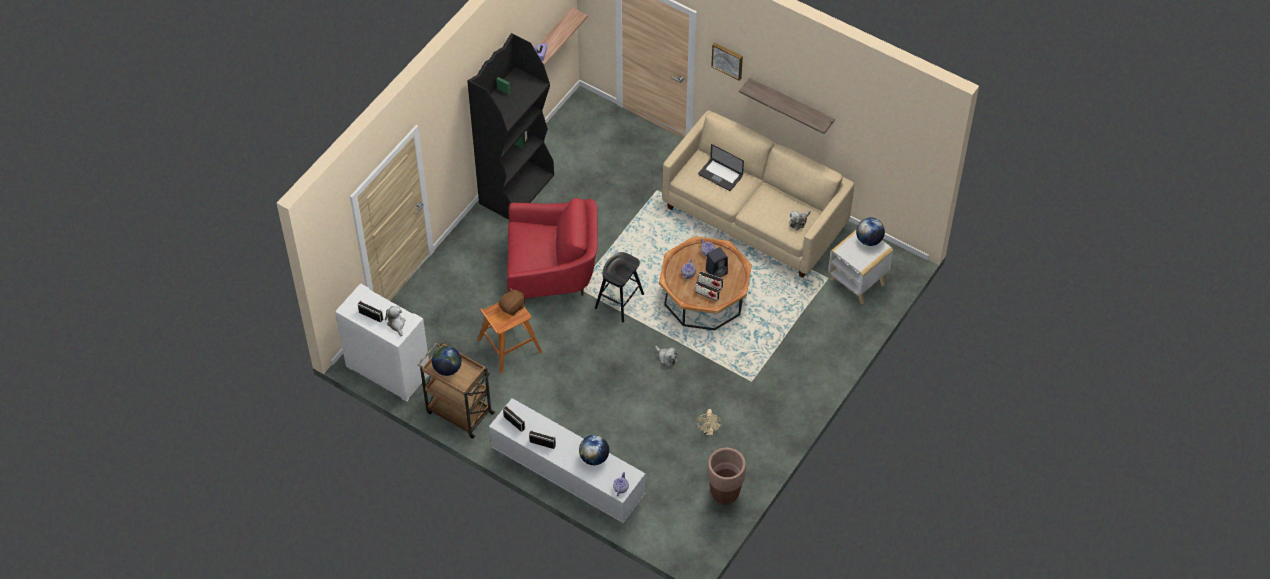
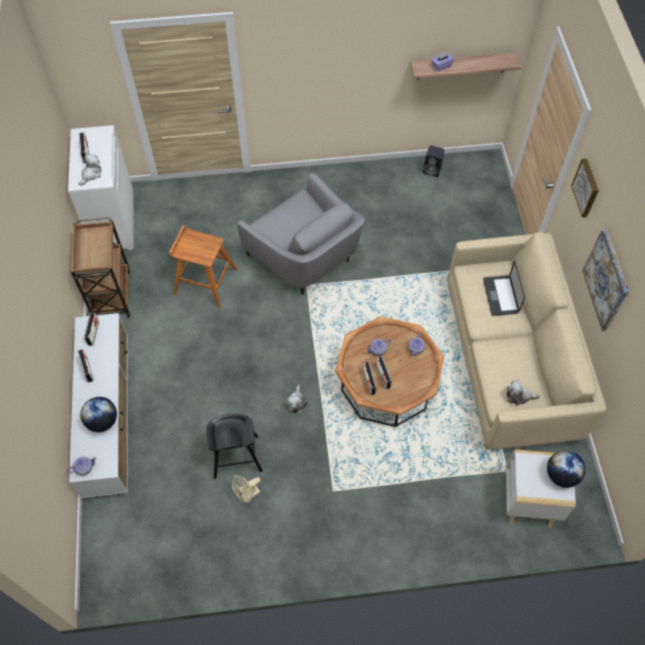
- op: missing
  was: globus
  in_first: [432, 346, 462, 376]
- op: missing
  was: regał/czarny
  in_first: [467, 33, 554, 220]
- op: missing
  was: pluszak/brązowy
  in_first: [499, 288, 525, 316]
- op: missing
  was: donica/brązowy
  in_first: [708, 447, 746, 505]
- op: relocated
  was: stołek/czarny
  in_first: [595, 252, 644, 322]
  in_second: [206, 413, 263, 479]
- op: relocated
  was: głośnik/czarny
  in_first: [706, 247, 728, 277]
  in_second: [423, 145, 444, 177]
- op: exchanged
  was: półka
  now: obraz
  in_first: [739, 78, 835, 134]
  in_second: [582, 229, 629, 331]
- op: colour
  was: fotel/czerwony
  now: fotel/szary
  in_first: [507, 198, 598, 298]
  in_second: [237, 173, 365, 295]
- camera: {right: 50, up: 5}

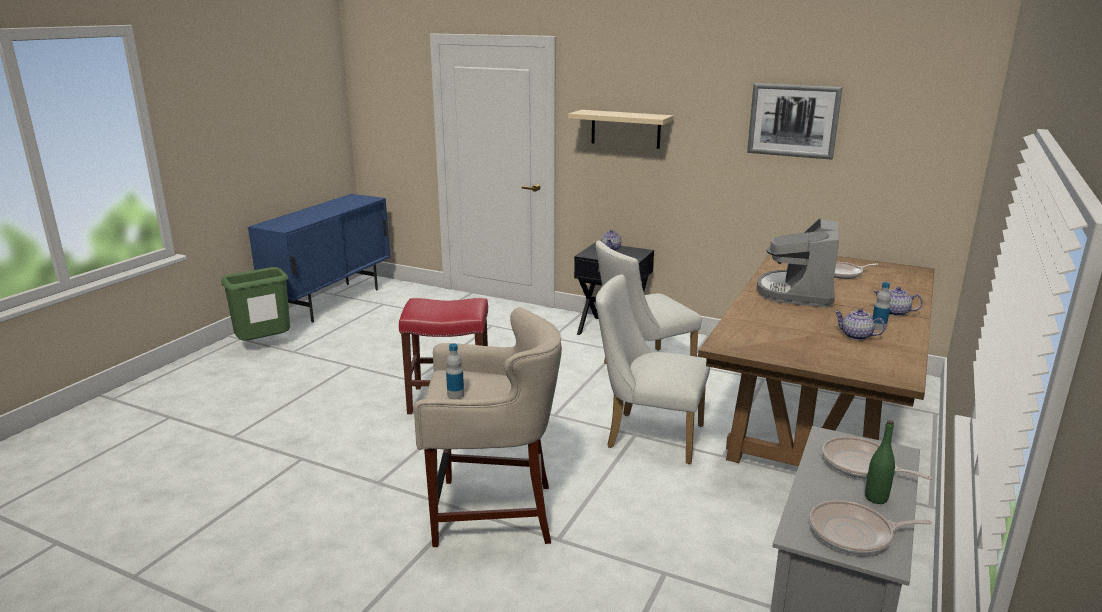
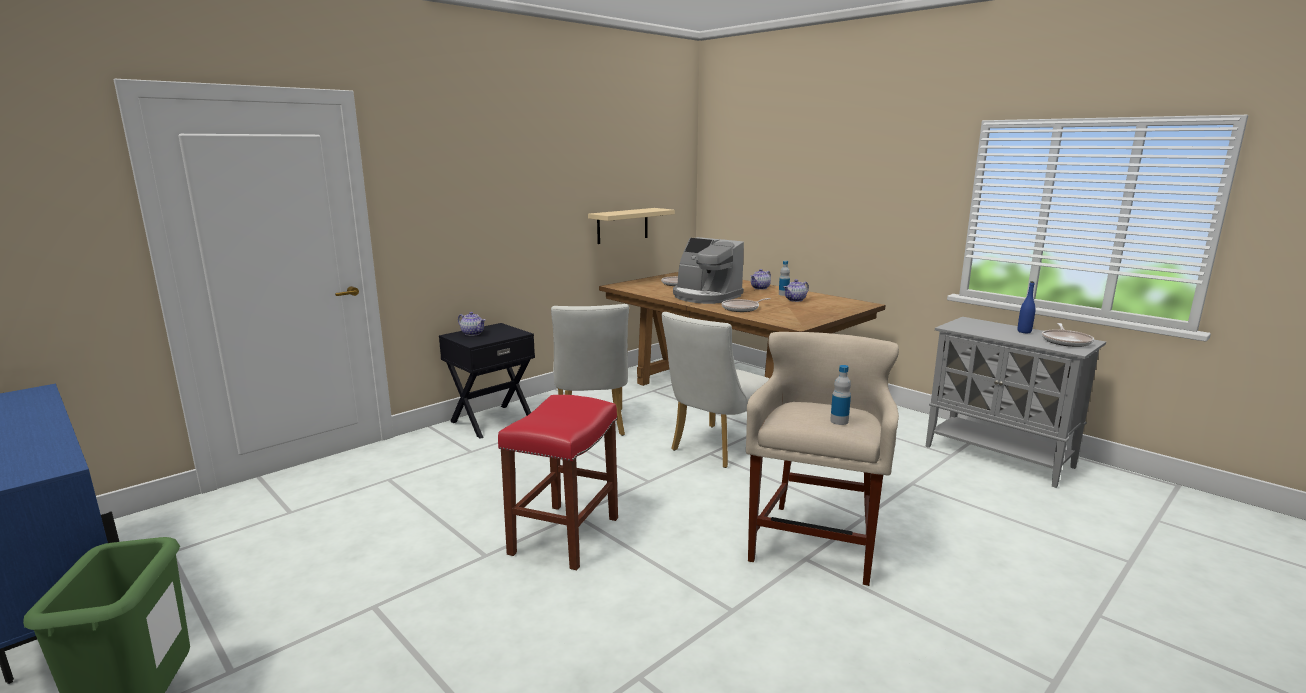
- op: missing
  was: obraz
  in_first: [747, 83, 843, 160]
- op: relocated
  was: półka/beżowy
  in_first: [568, 110, 674, 149]
  in_second: [588, 208, 675, 244]
- op: relocated
  was: patelnia
  in_first: [822, 436, 932, 480]
  in_second: [722, 298, 771, 312]
- op: colour
  was: butelka/zielony
  now: butelka/niebieski
  in_first: [865, 420, 895, 504]
  in_second: [1018, 281, 1036, 333]
- camera: {right: -70, up: -5}

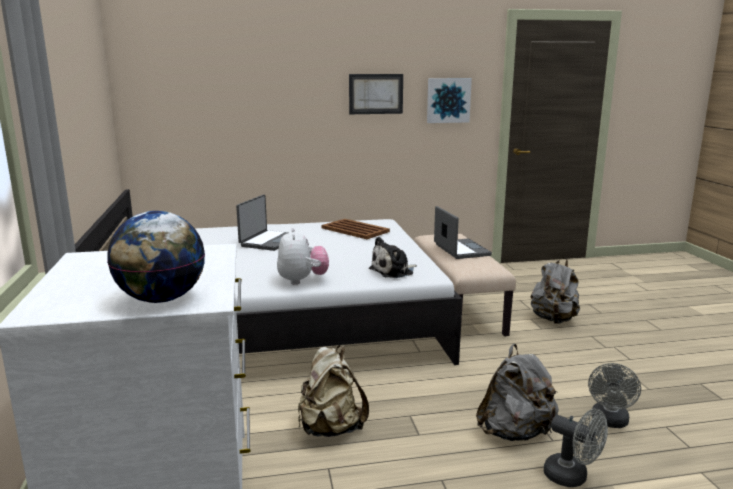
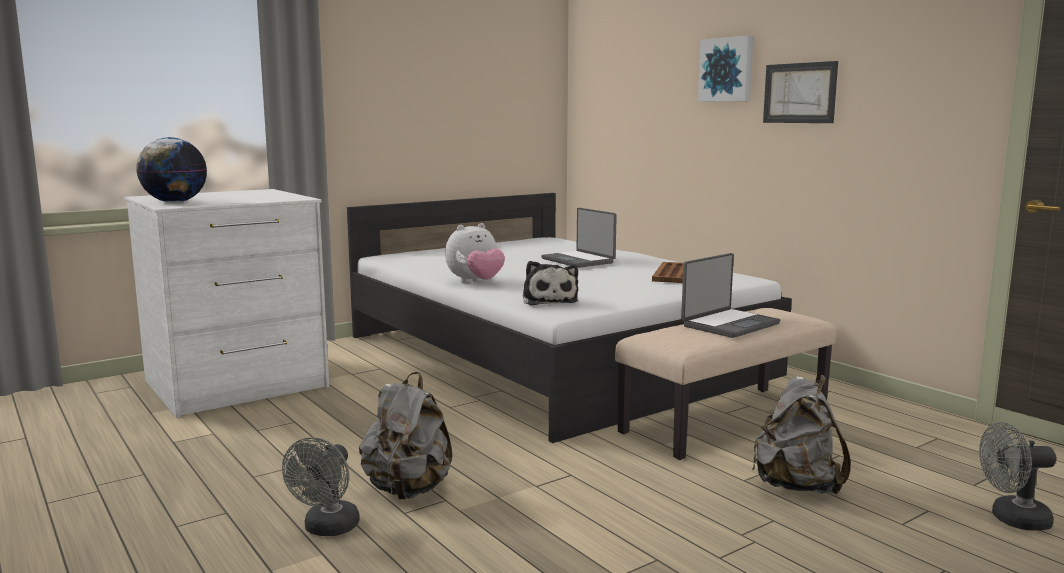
- op: missing
  was: plecak/beżowy
  in_first: [298, 345, 369, 437]
- op: relocated
  was: obraz
  in_first: [427, 78, 472, 123]
  in_second: [698, 35, 754, 102]
- op: relocated
  was: wentylator/szary
  in_first: [588, 363, 641, 428]
  in_second: [979, 422, 1056, 531]
- op: spun
  was: laptop
  in_first: [236, 195, 288, 251]
  in_second: [541, 208, 617, 268]
  clockwise: 60
- op: spun
  was: pluszak
  in_first: [369, 237, 417, 278]
  in_second: [523, 261, 578, 305]
  clockwise: -135
- camera: {right: 65, up: -5}

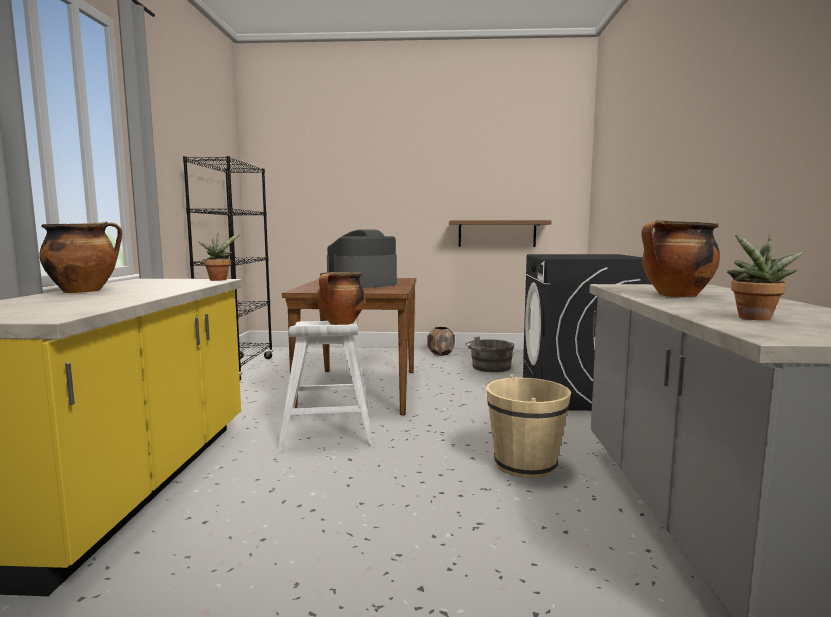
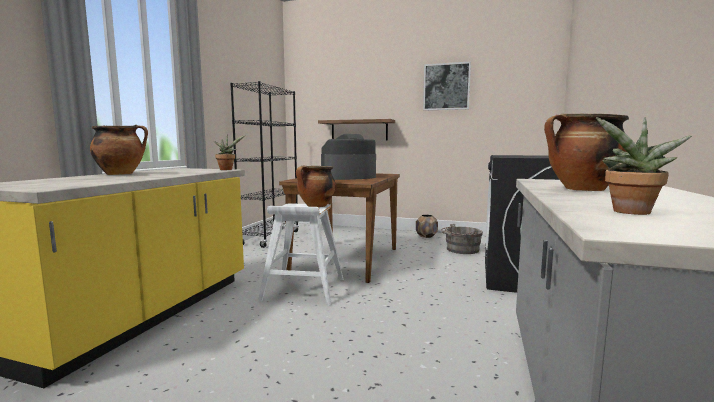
- op: missing
  was: wiadro/beżowy
  in_first: [486, 374, 571, 479]
- op: appeared
  now: obraz
  in_second: [423, 61, 471, 111]
- op: relocated
  was: półka
  in_first: [449, 220, 552, 247]
  in_second: [318, 119, 395, 141]
- camera: {right: 15, up: 0}

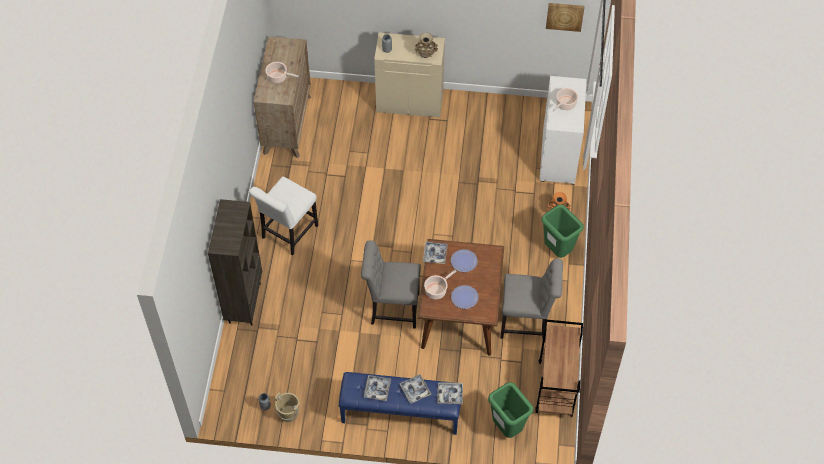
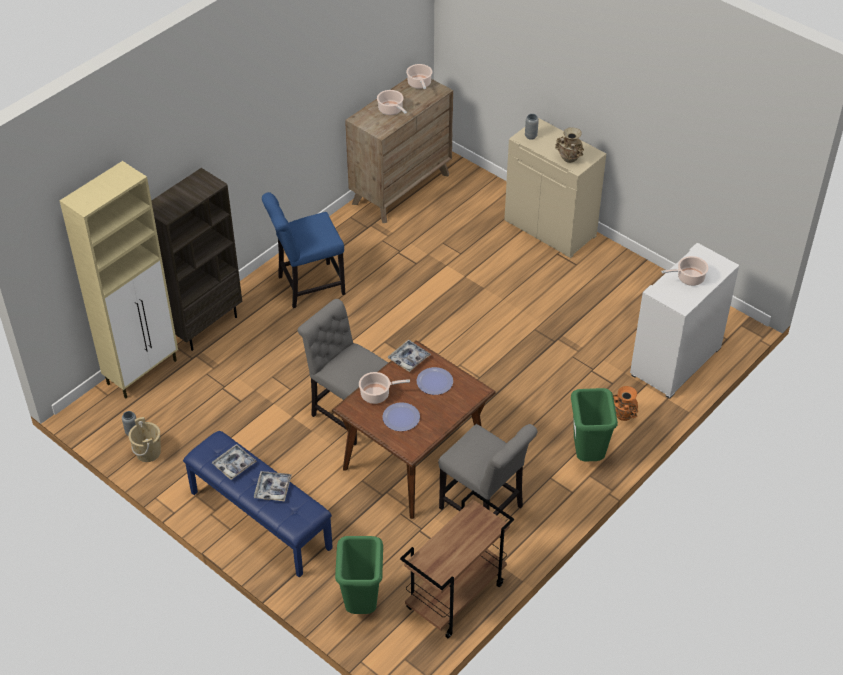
- op: missing
  was: taca
  in_first: [437, 382, 463, 404]
- op: missing
  was: obraz
  in_first: [546, 3, 584, 32]
- op: appeared
  now: szafka/beżowy
  in_second: [59, 161, 178, 398]
- op: appeared
  now: garnek
  in_second: [406, 64, 432, 89]
- op: colour
  was: krzesło/biały
  now: krzesło/niebieski
  in_first: [249, 176, 318, 255]
  in_second: [262, 192, 345, 308]
- camera: {right: 35, up: -10}

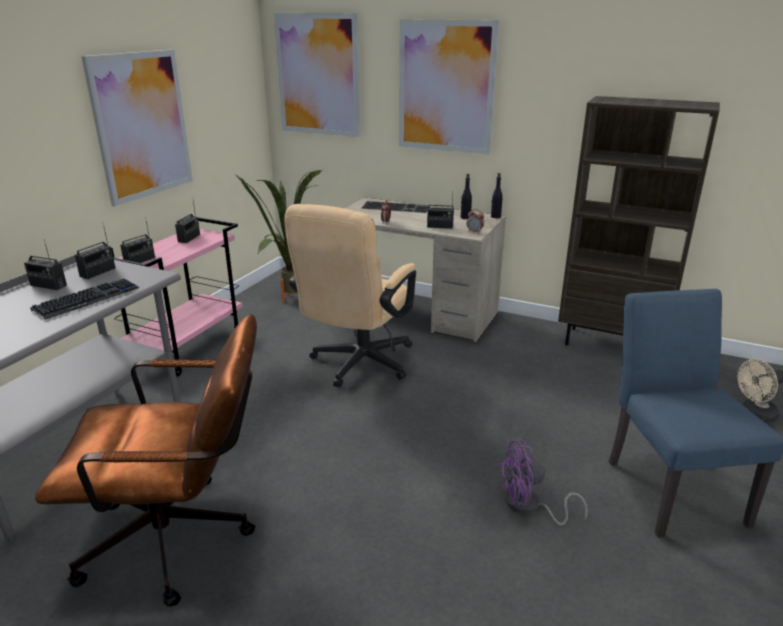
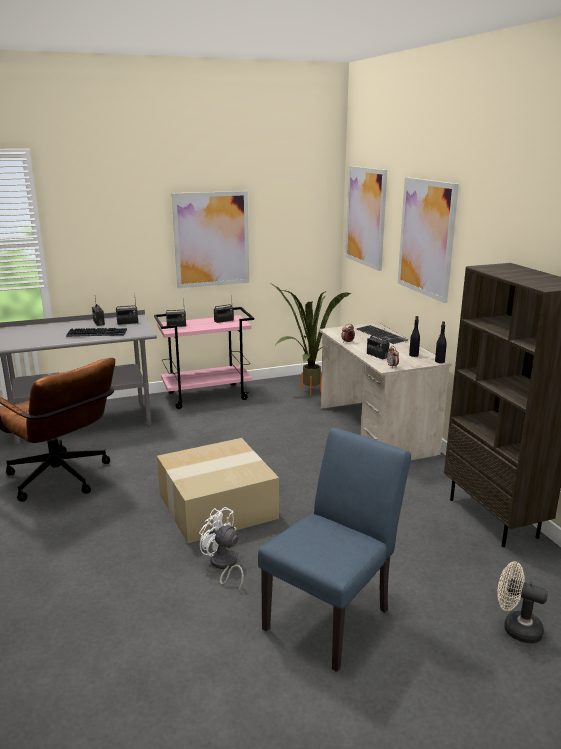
- op: missing
  was: krzesło biurowe/beżowy
  in_first: [285, 204, 416, 388]
- op: appeared
  now: karton
  in_second: [157, 438, 279, 544]
- op: colour
  was: wentylator/fioletowy
  now: wentylator/biały
  in_first: [499, 440, 588, 525]
  in_second: [199, 507, 244, 591]
- camera: {right: 45, up: -5}

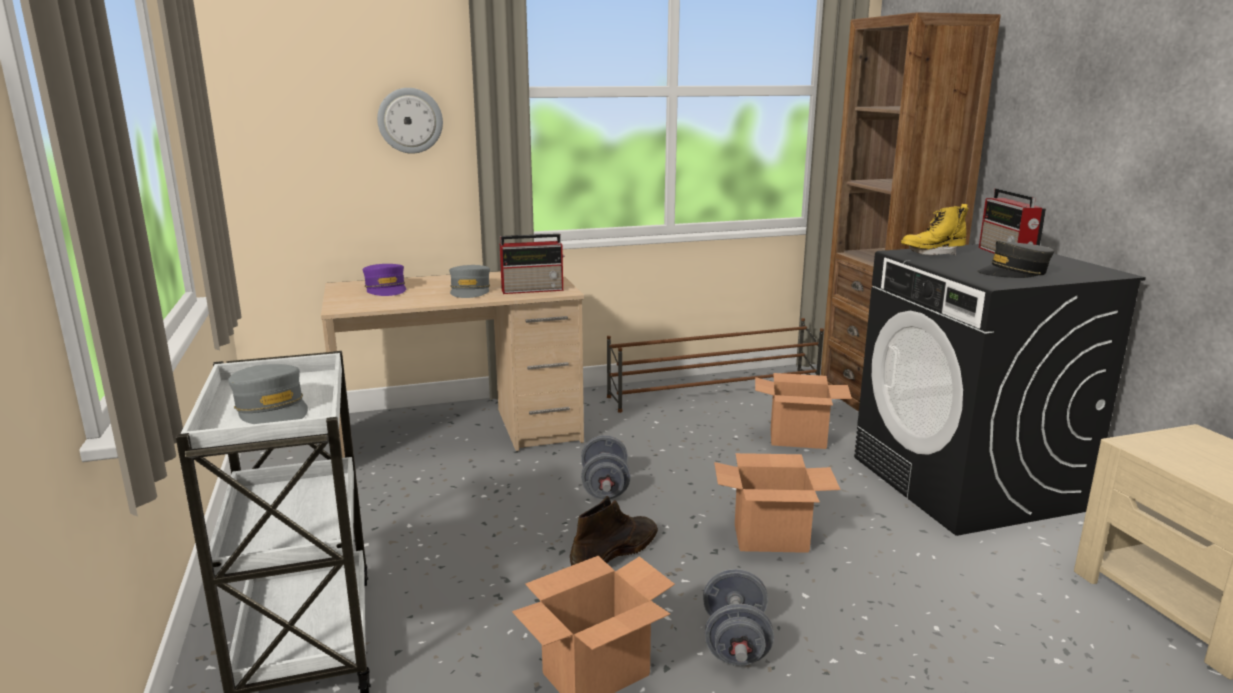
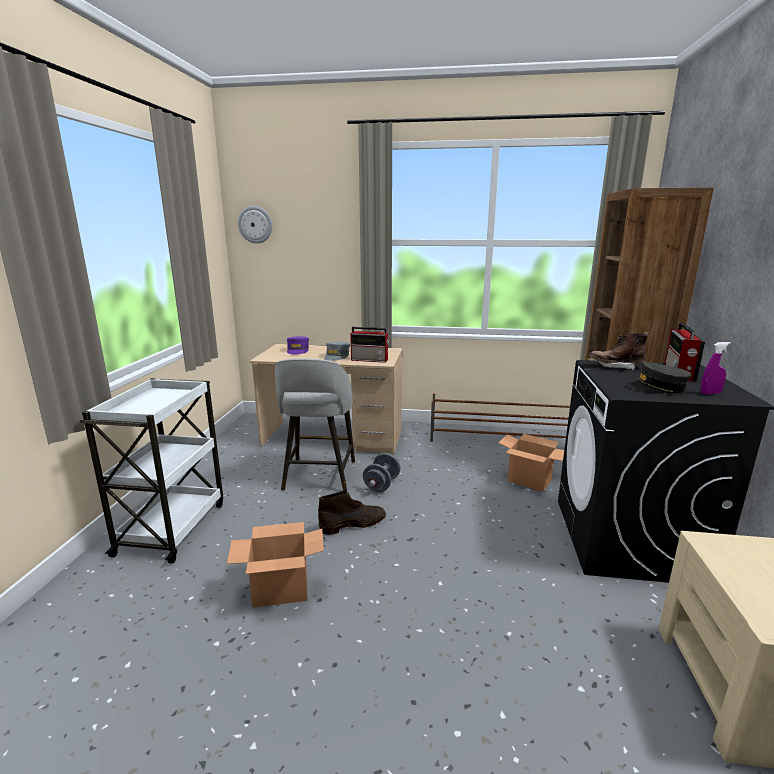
- op: missing
  was: czapka z daszkiem/szary
  in_first: [228, 364, 308, 424]
- op: missing
  was: hantel/szary
  in_first: [703, 569, 774, 665]
- op: missing
  was: karton
  in_first: [714, 453, 841, 553]
- op: appeared
  now: stołek/szary
  in_second: [275, 358, 355, 491]
- op: appeared
  now: spryskiwacz/fioletowy
  in_second: [700, 342, 731, 394]
- op: relocated
  was: zegar ścienny
  in_first: [377, 88, 443, 154]
  in_second: [238, 206, 272, 244]
- op: colour
  was: but z cholewką/żółty
  now: but z cholewką/brązowy
  in_first: [901, 204, 969, 255]
  in_second: [589, 332, 649, 370]
- camera: {right: 25, up: 0}

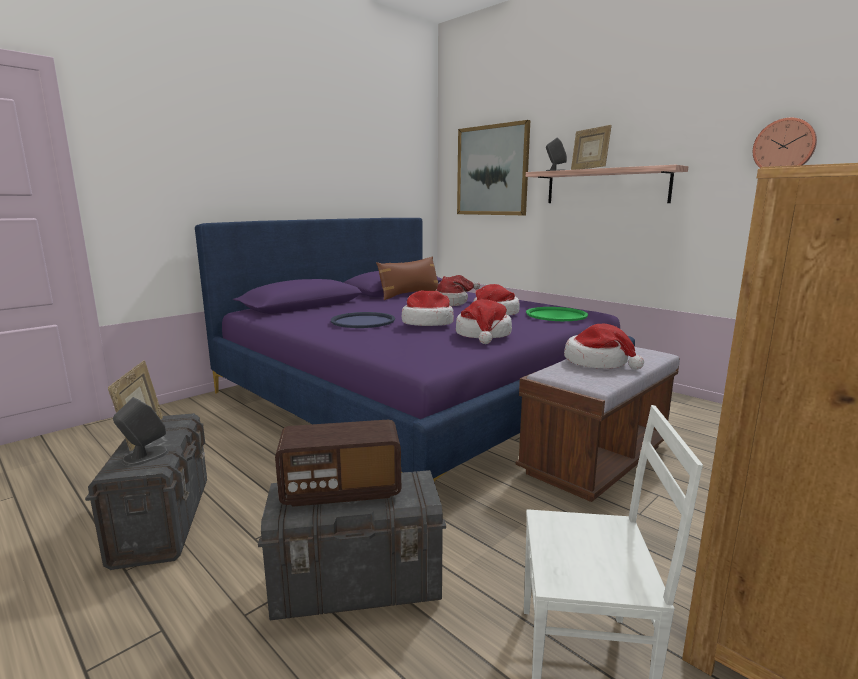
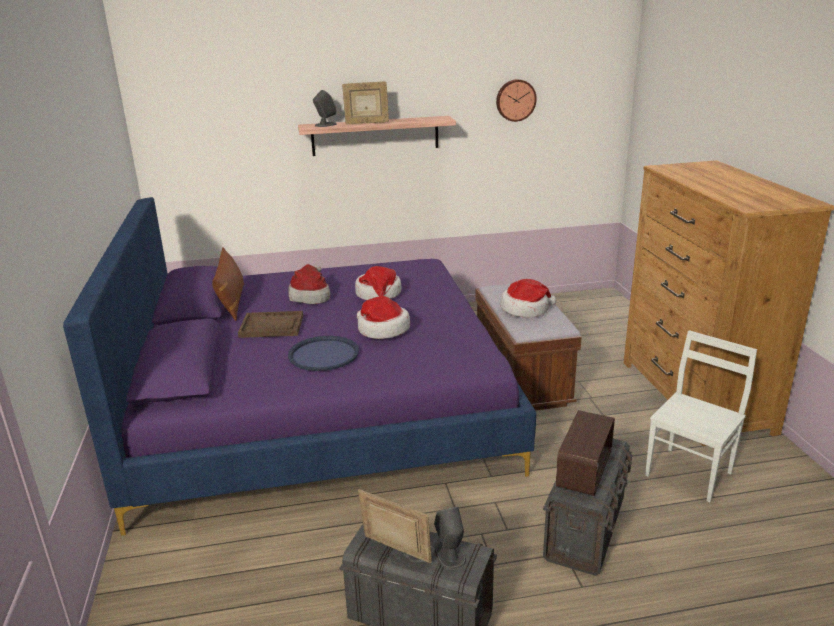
- op: missing
  was: kapelusz
  in_first: [456, 299, 512, 344]
- op: missing
  was: obraz
  in_first: [457, 120, 530, 215]
- op: missing
  was: taca/zielony
  in_first: [526, 307, 588, 321]
- op: appeared
  now: taca/brązowy
  in_second: [238, 311, 303, 338]
- camera: {right: -55, up: 10}

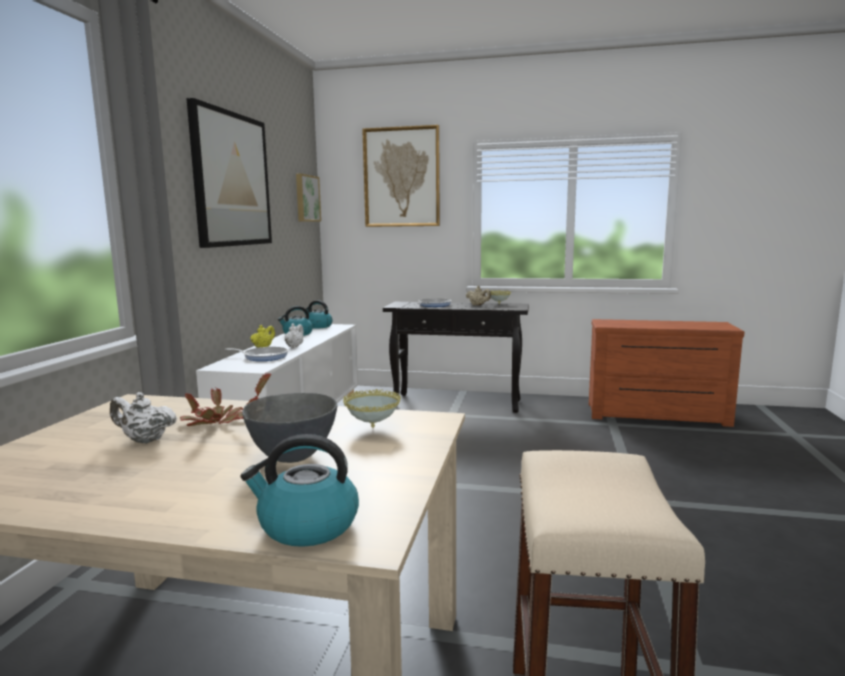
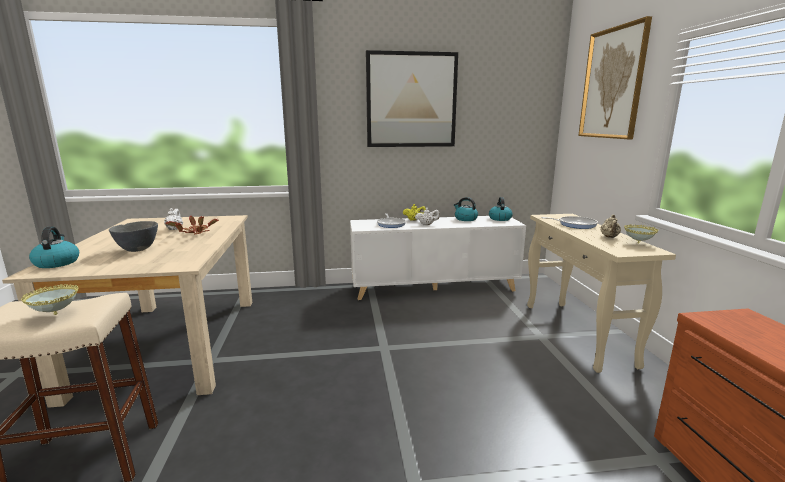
- op: missing
  was: obraz
  in_first: [296, 174, 321, 222]
- op: relocated
  was: miska
  in_first: [343, 389, 401, 428]
  in_second: [21, 284, 78, 315]
- op: colour
  was: stolik konsolowy/czarny
  now: stolik konsolowy/beżowy
  in_first: [383, 302, 529, 413]
  in_second: [527, 214, 676, 373]
- camera: {right: 70, up: 5}

